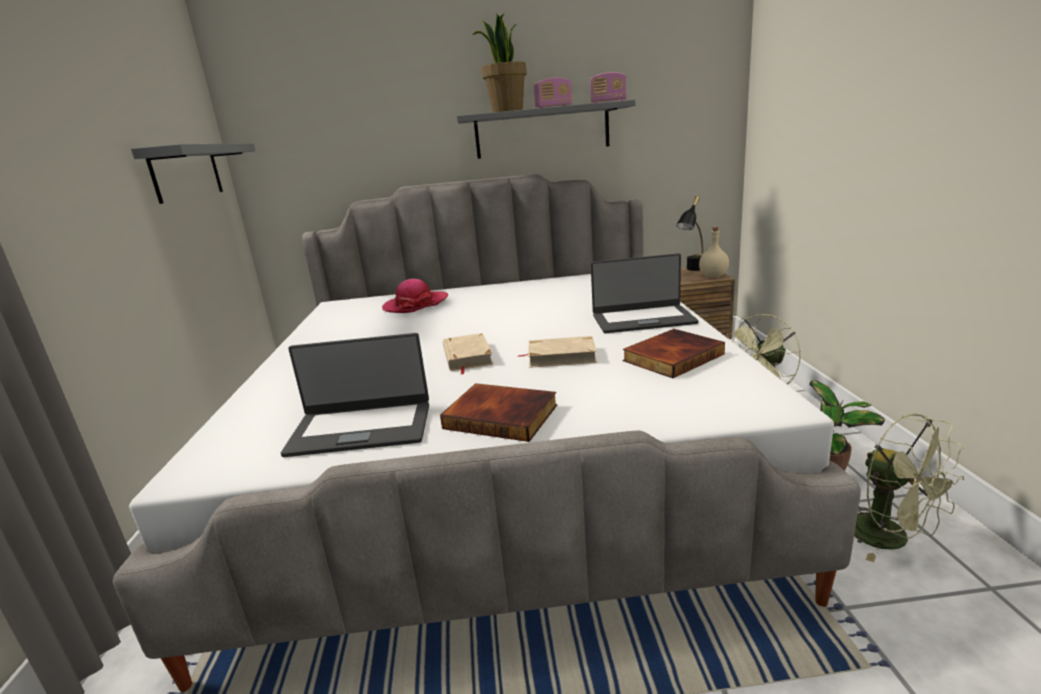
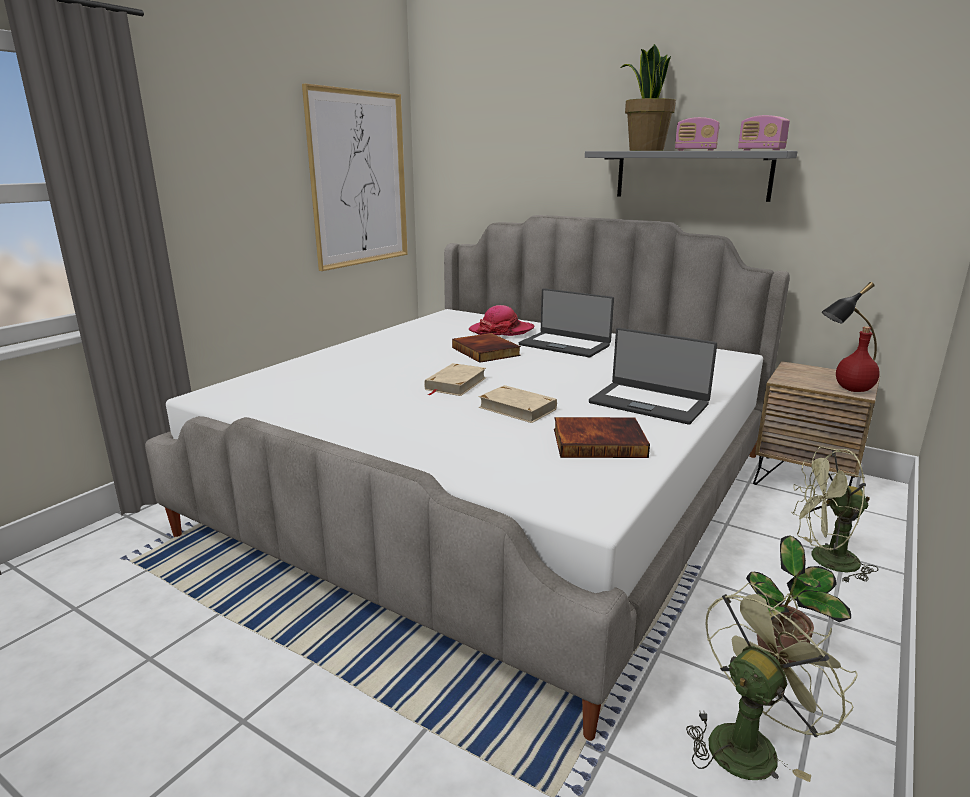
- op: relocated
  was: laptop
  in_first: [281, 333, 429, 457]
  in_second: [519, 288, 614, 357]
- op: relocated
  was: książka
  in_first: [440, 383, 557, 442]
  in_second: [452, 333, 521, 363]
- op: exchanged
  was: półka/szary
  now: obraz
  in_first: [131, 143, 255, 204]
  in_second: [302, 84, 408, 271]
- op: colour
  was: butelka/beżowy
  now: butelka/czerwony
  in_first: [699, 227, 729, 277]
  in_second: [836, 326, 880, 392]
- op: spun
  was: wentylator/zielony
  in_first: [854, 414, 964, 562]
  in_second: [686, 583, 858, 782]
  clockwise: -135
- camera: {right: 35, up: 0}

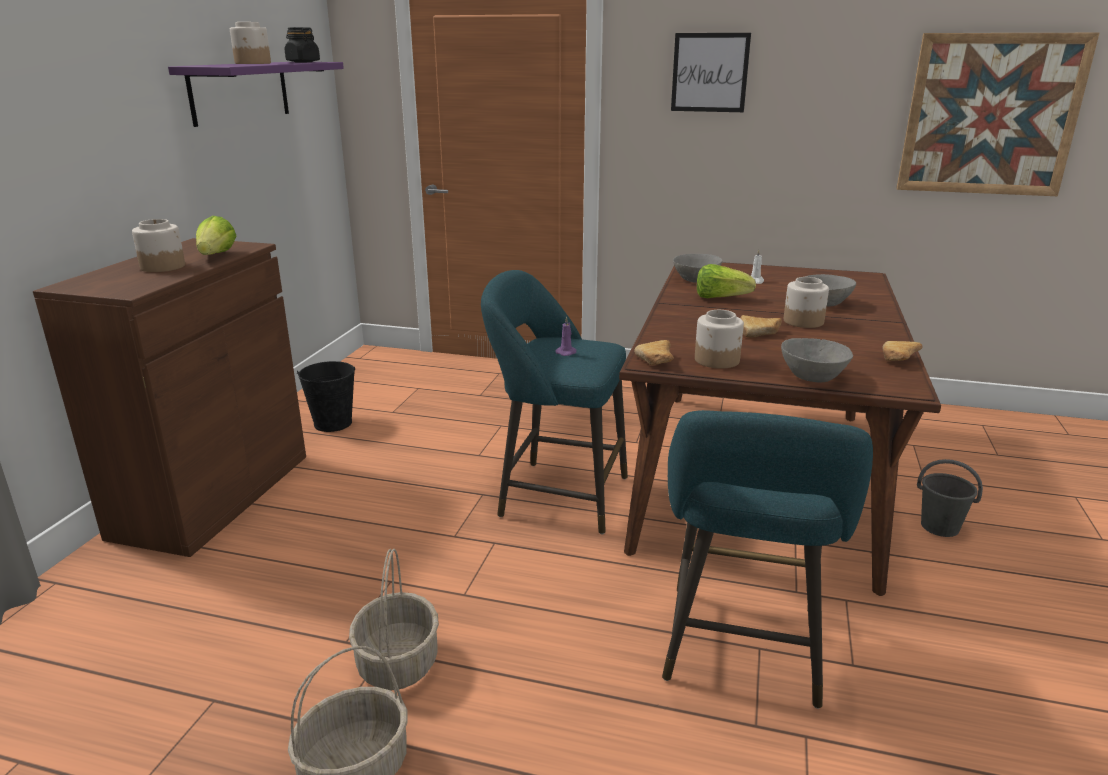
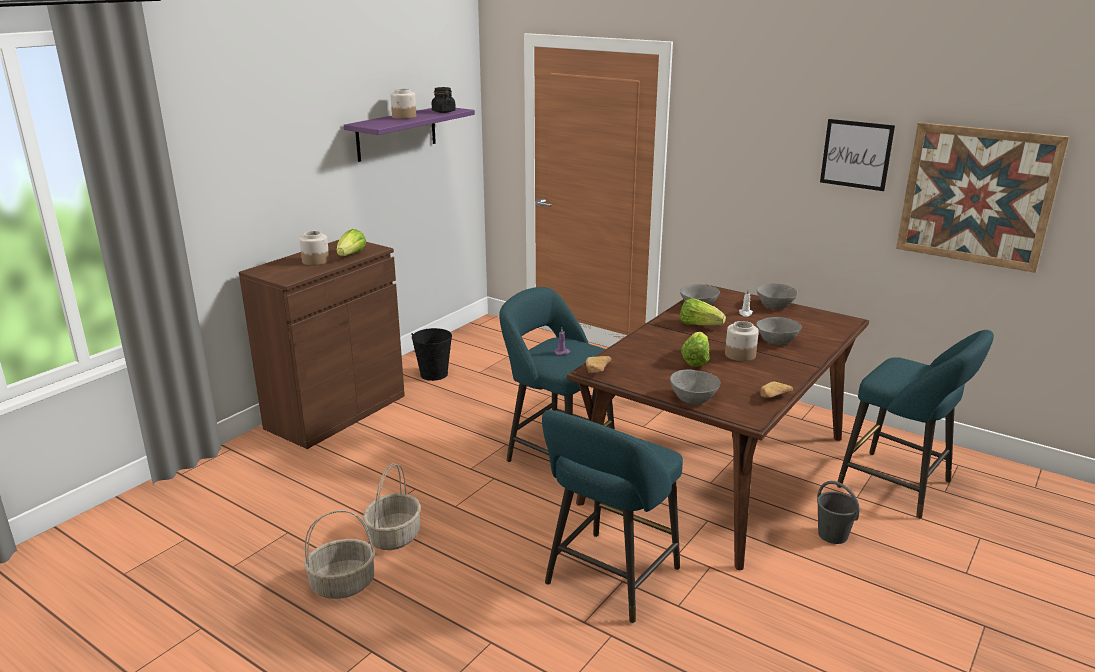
- op: missing
  was: słoik
  in_first: [695, 310, 744, 369]
- op: appeared
  now: miska/szary
  in_second: [757, 283, 797, 309]
- op: appeared
  now: stołek/turkusowy
  in_second: [837, 330, 994, 519]
- op: relocated
  was: obraz
  in_first: [671, 33, 751, 112]
  in_second: [820, 119, 895, 191]
- op: exchanged
  was: chleb
  now: sałata
  in_first: [740, 315, 782, 338]
  in_second: [681, 332, 709, 367]
- camera: {right: 20, up: 0}

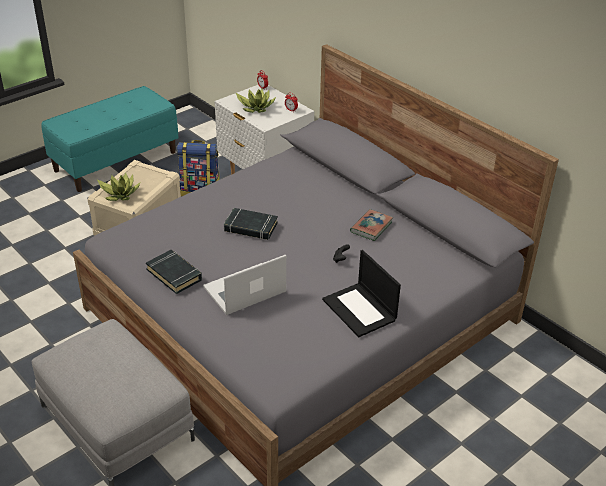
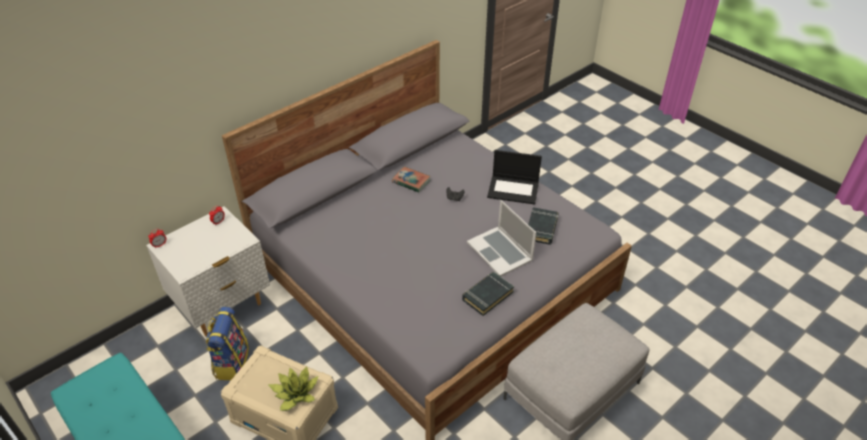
- op: missing
  was: roślina doniczkowa
  in_first: [235, 89, 276, 113]
- op: relocated
  was: książka/czarny
  in_first: [224, 208, 278, 240]
  in_second: [528, 207, 559, 245]
- op: spun
  was: laptop
  in_first: [322, 250, 401, 337]
  in_second: [487, 150, 542, 205]
  clockwise: 45
- camera: {right: -90, up: 5}

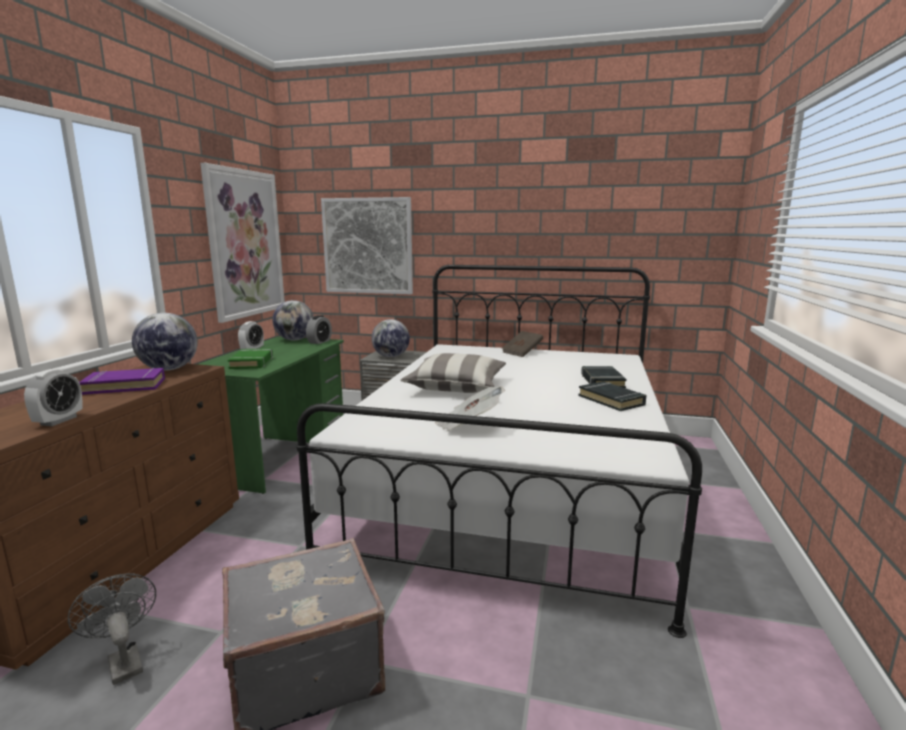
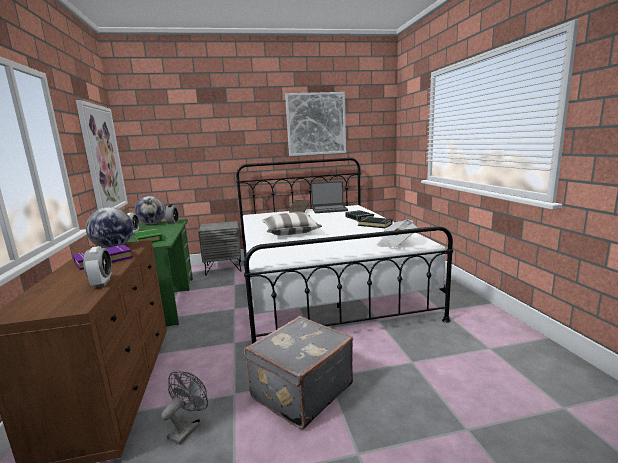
- op: missing
  was: globus
  in_first: [371, 319, 410, 357]
- op: appeared
  now: laptop
  in_second: [311, 181, 348, 213]
- op: relocated
  was: obraz
  in_first: [321, 197, 413, 294]
  in_second: [285, 92, 346, 156]
- op: relocated
  was: gazeta
  in_first: [435, 386, 505, 431]
  in_second: [377, 220, 417, 248]
- op: spun
  was: wentylator/szary
  in_first: [68, 573, 156, 685]
  in_second: [161, 372, 208, 445]
  clockwise: 90
- camera: {right: -25, up: 0}

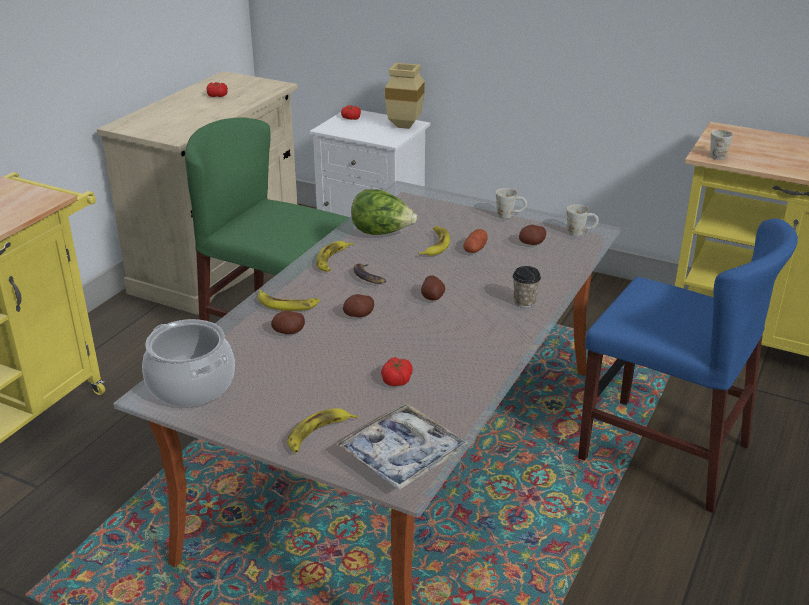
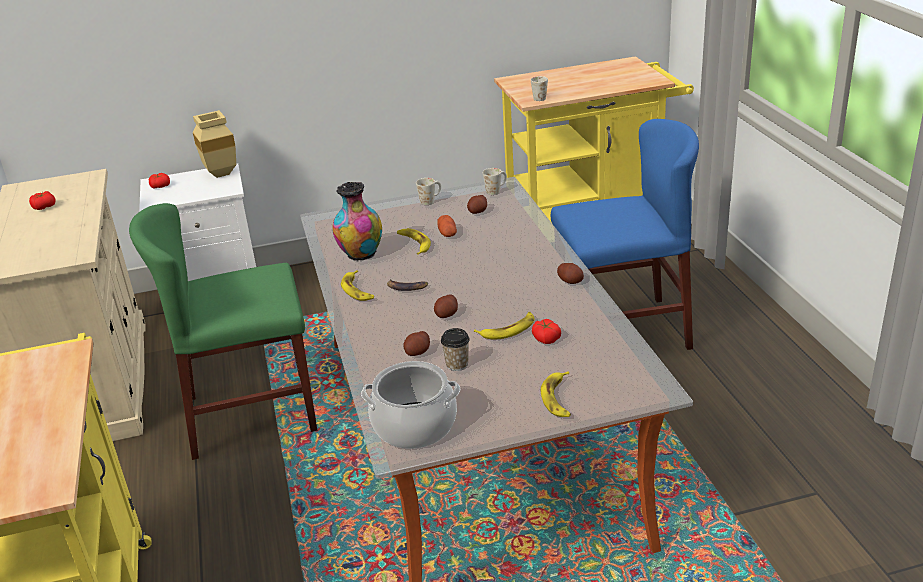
- op: missing
  was: taca
  in_first: [336, 403, 468, 490]
- op: relocated
  was: banan
  in_first: [258, 290, 320, 311]
  in_second: [474, 312, 535, 339]
- op: relocated
  was: ziemniak
  in_first: [421, 275, 445, 300]
  in_second: [557, 263, 584, 284]
- op: relocated
  was: filiżanka
  in_first: [513, 266, 541, 308]
  in_second: [441, 328, 470, 371]
- op: exchanged
  was: sałata
  now: wazon
  in_first: [351, 189, 417, 235]
  in_second: [333, 182, 382, 261]
- camera: {right: -40, up: 0}

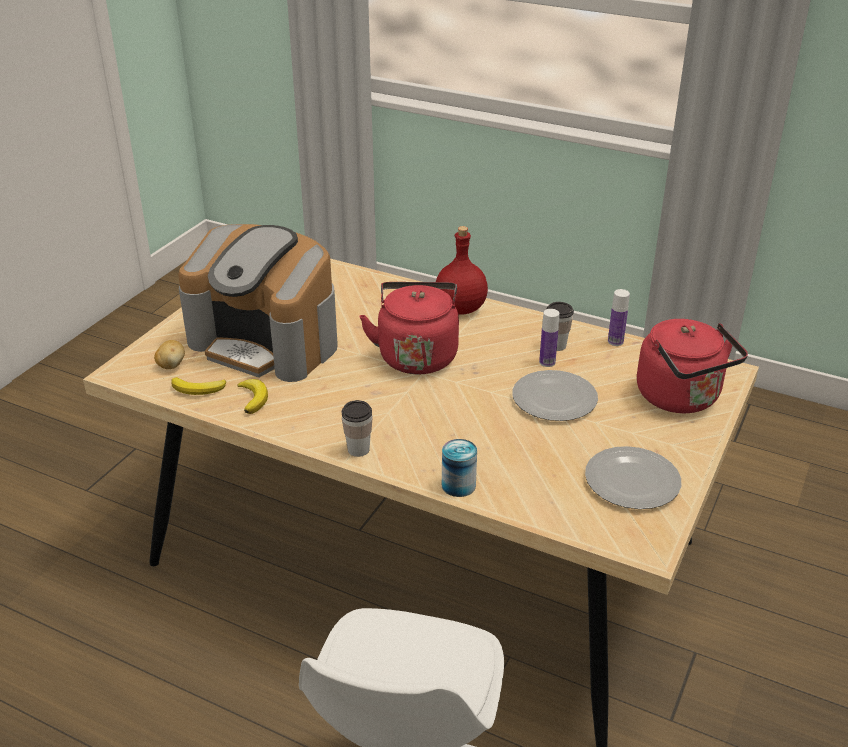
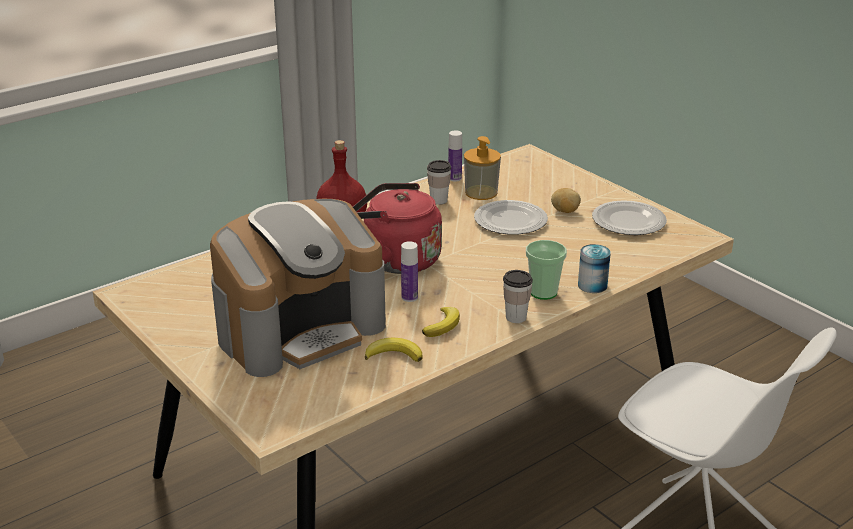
- op: missing
  was: czajnik/czerwony
  in_first: [637, 319, 748, 413]
- op: appeared
  now: dozownik mydła
  in_second: [464, 136, 501, 200]
- op: appeared
  now: filiżanka
  in_second: [526, 240, 567, 300]
- op: relocated
  was: ziemniak
  in_first: [154, 340, 185, 369]
  in_second: [551, 188, 581, 213]
- op: relocated
  was: banan
  in_first: [171, 377, 226, 395]
  in_second: [422, 307, 460, 337]
- op: relocated
  was: butelka
  in_first: [539, 309, 560, 367]
  in_second: [401, 241, 418, 302]
- camera: {right: -65, up: -5}

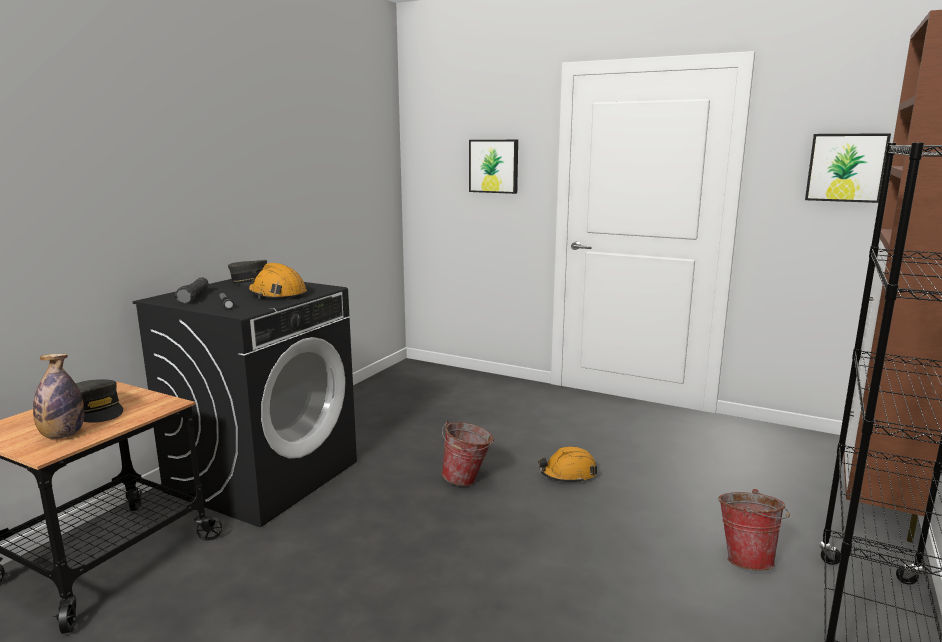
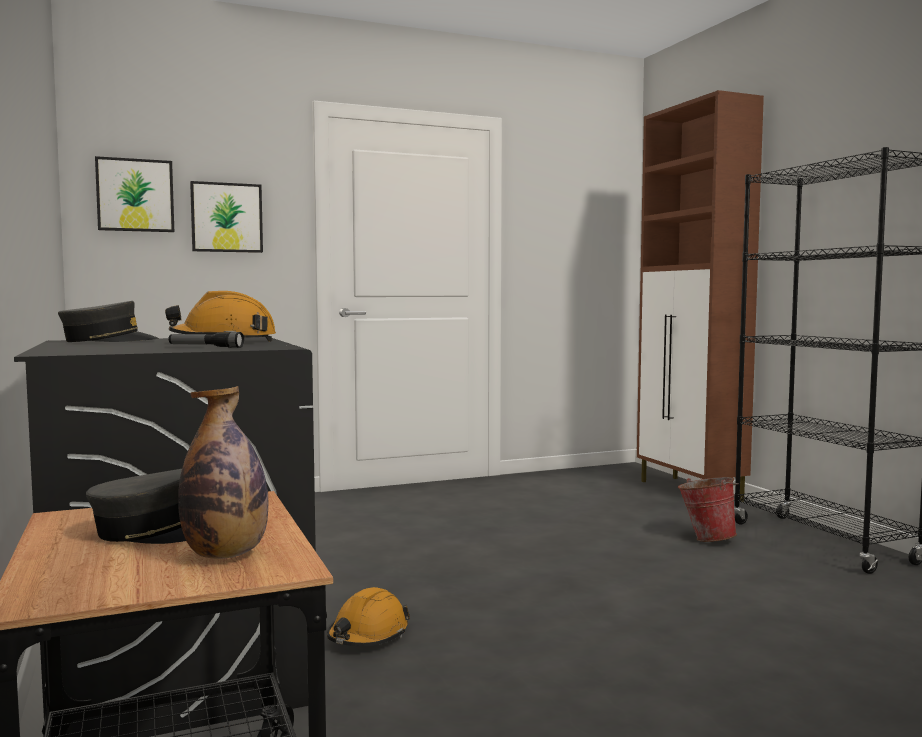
- op: missing
  was: latarka/czarny
  in_first: [175, 277, 209, 304]
- op: missing
  was: wiadro
  in_first: [441, 421, 494, 486]
- op: relocated
  was: kask/pomarańczowy
  in_first: [538, 446, 597, 484]
  in_second: [327, 587, 410, 646]
- op: relocated
  was: obraz
  in_first: [805, 133, 891, 203]
  in_second: [95, 156, 174, 232]
- camera: {right: -50, up: -10}

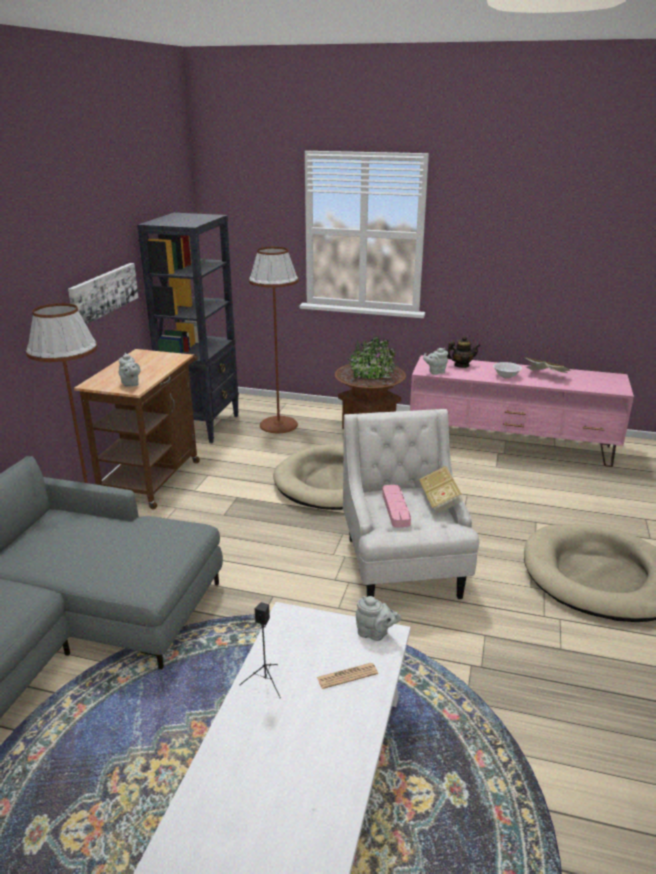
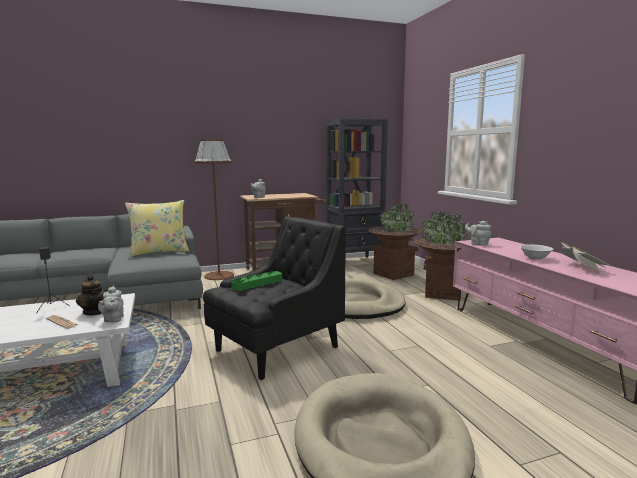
- op: missing
  was: obraz
  in_first: [68, 263, 139, 324]
- op: missing
  was: książka
  in_first: [419, 466, 464, 514]
- op: appeared
  now: poduszka/żółty
  in_second: [125, 200, 189, 257]
- op: relocated
  was: imbryk
  in_first: [447, 336, 480, 368]
  in_second: [76, 275, 105, 315]
- op: exchanged
  was: lampa stojąca/brązowy
  now: donica/brązowy
  in_first: [249, 247, 298, 433]
  in_second: [369, 203, 422, 280]
- op: colour
  was: fotel/biały
  now: fotel/czarny
  in_first: [343, 409, 479, 599]
  in_second: [203, 216, 346, 380]
- op: colour
  was: taca/różowy
  now: taca/zielony
  in_first: [382, 485, 411, 528]
  in_second: [231, 271, 282, 291]
- camera: {right: 55, up: -15}

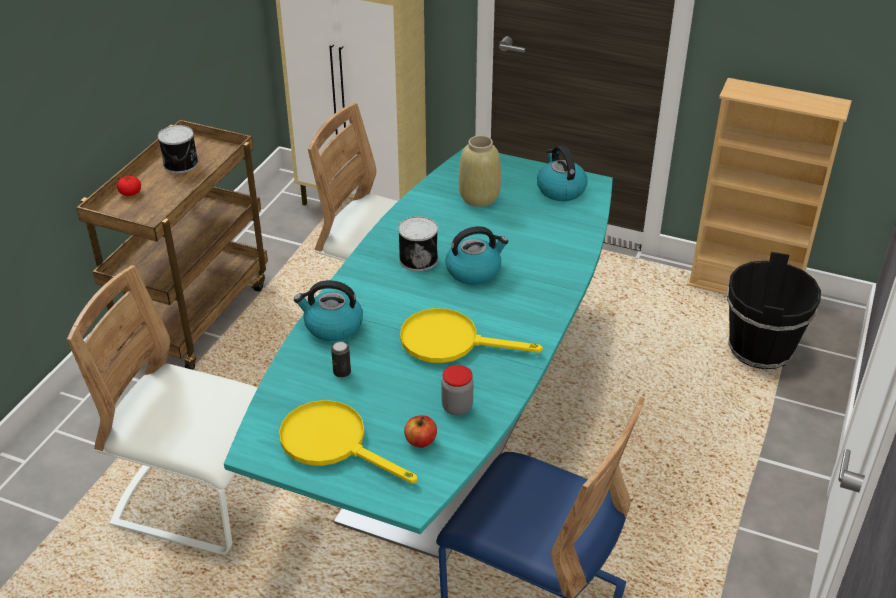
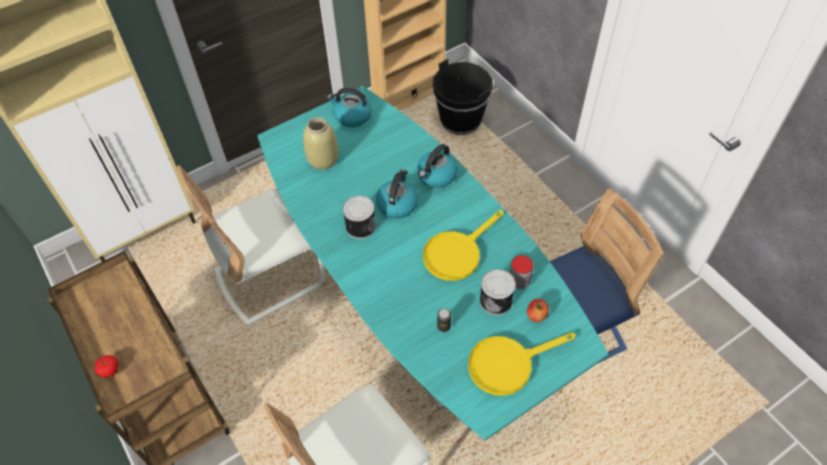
- op: relocated
  was: puszka
  in_first: [158, 125, 198, 173]
  in_second: [479, 269, 515, 315]
- op: relocated
  was: czajnik
  in_first: [294, 280, 363, 341]
  in_second: [417, 144, 458, 188]
- camera: {right: -55, up: 15}

